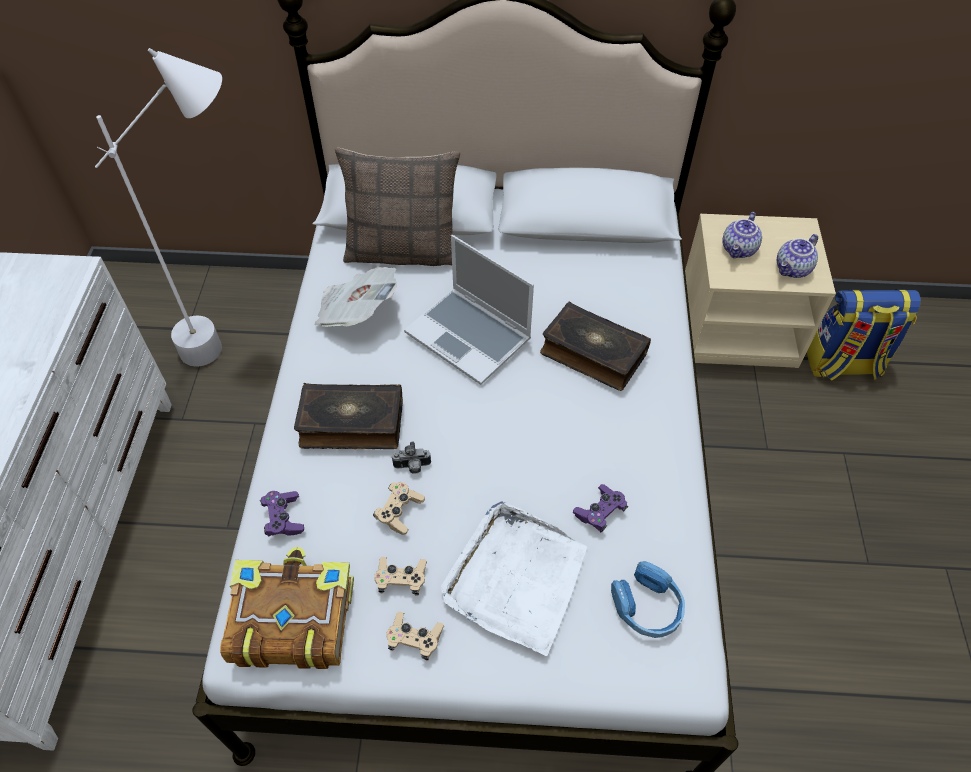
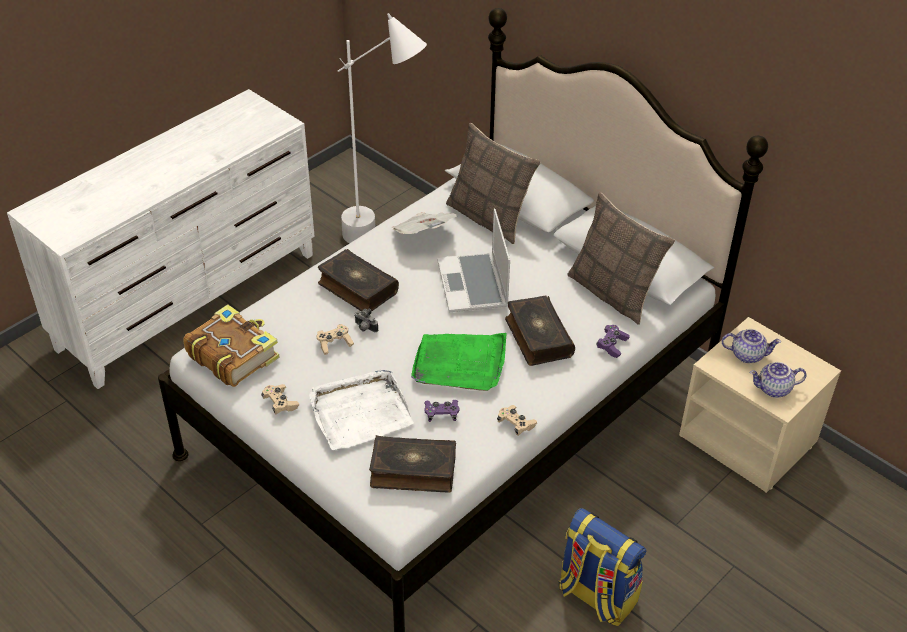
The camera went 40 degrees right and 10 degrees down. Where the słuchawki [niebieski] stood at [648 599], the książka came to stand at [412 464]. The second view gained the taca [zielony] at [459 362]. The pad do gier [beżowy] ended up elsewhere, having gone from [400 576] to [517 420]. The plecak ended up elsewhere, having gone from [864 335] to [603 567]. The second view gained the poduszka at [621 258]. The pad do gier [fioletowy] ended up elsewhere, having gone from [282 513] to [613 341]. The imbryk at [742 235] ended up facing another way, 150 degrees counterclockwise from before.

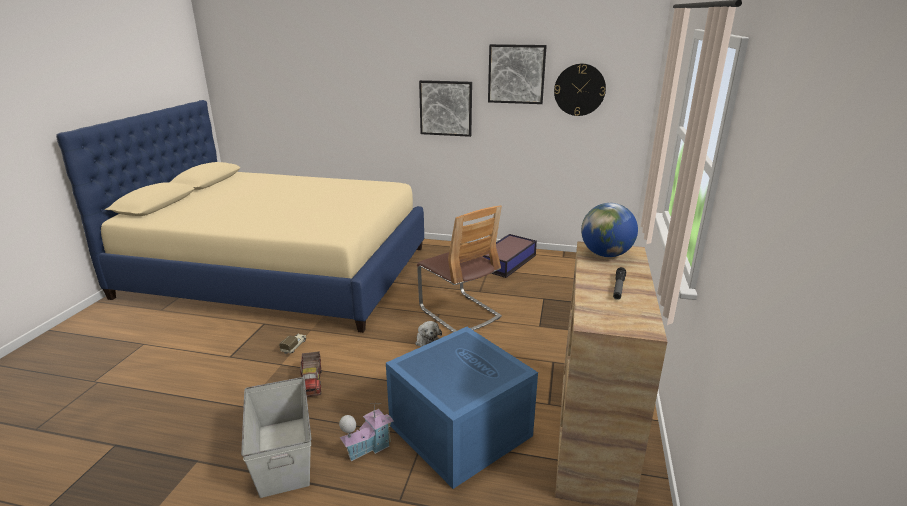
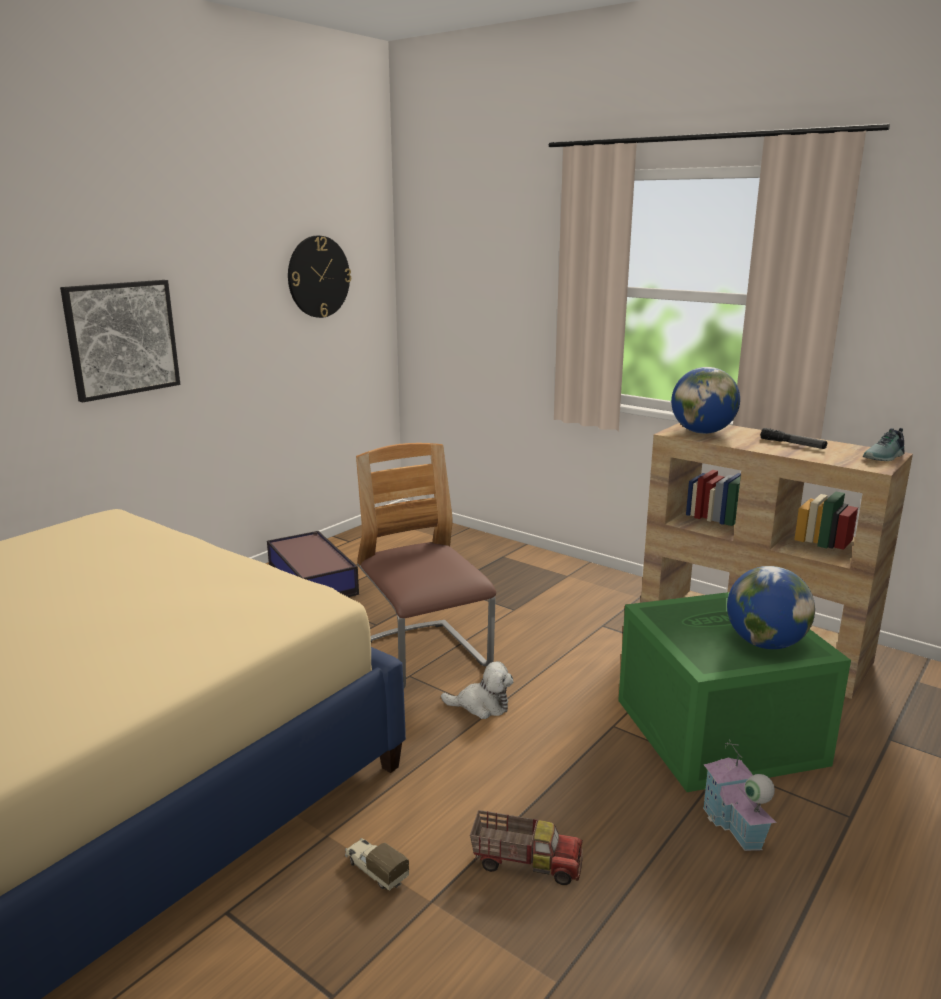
The camera went 65 degrees left and 5 degrees down. The krzesło at [459 268] ended up facing another way, 105 degrees counterclockwise from before. What was the pojemnik do przechowywania [niebieski] at [462 408] turned into the pojemnik do przechowywania [zielony] at [734 692]. The second view gained the globus at [771 607]. The second view gained the but at [883 444]. The second view lost the pojemnik do przechowywania [szary] at [276 437]. The second view lost the obraz at [517 74].

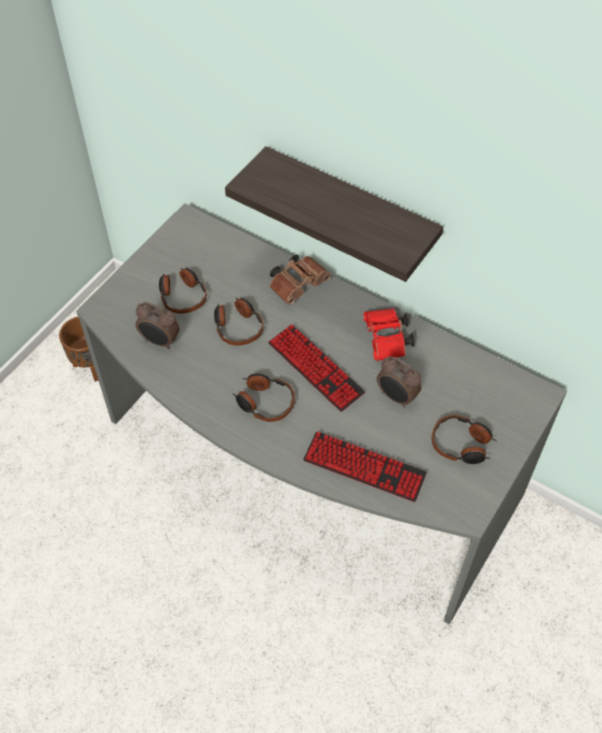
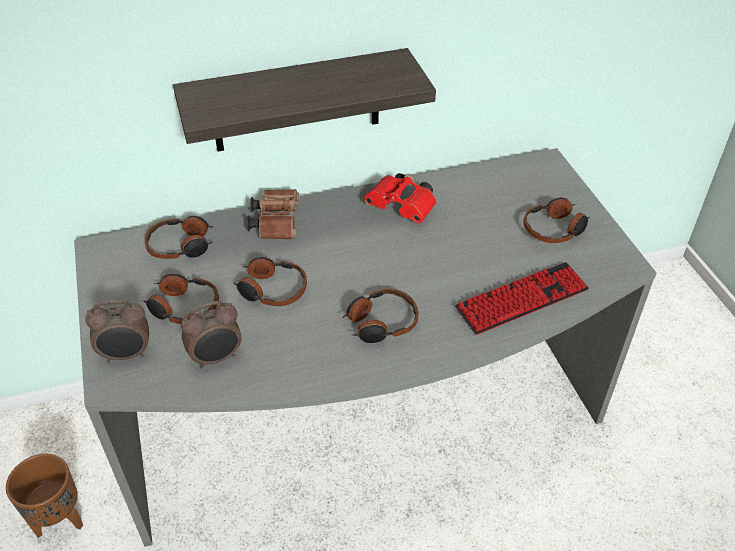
The camera went 50 degrees left and 10 degrees down. The budzik ended up elsewhere, having gone from [399 382] to [117 331]. The second view gained the słuchawki at [179 237]. The second view lost the klawiatura at [316 368].

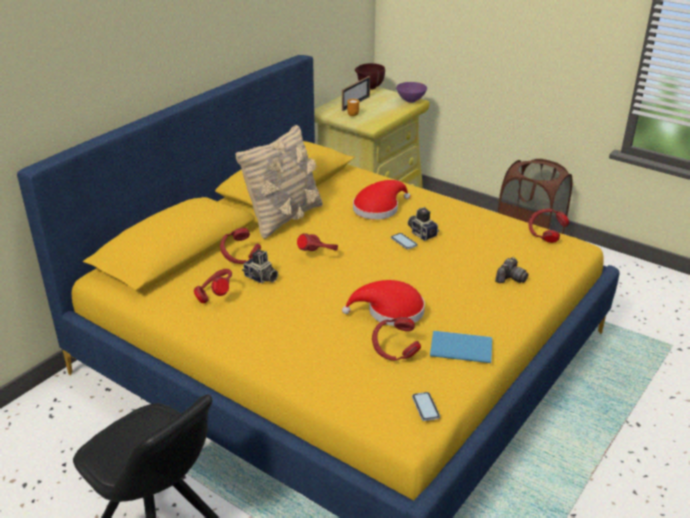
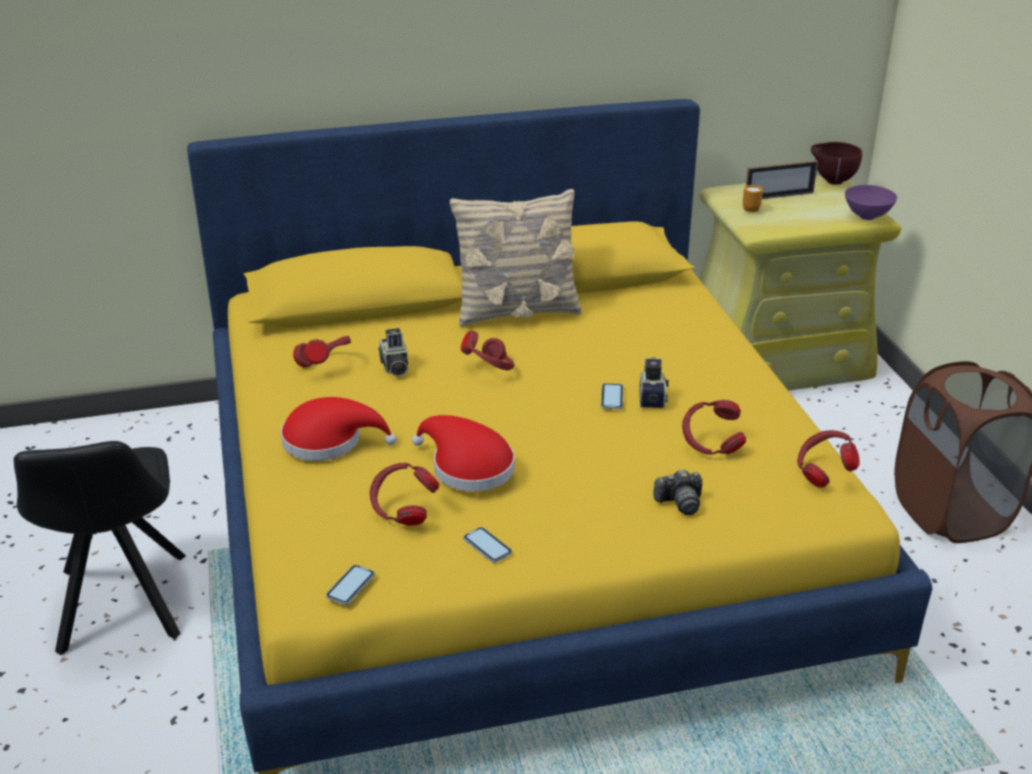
The camera went 40 degrees right and 0 degrees up. The kapelusz [czerwony] ended up elsewhere, having gone from [381 200] to [339 429]. Where the książka [niebieski] stood at [461 347], the telefon came to stand at [487 545]. The słuchawki [czerwony] ended up elsewhere, having gone from [240 246] to [714 427].

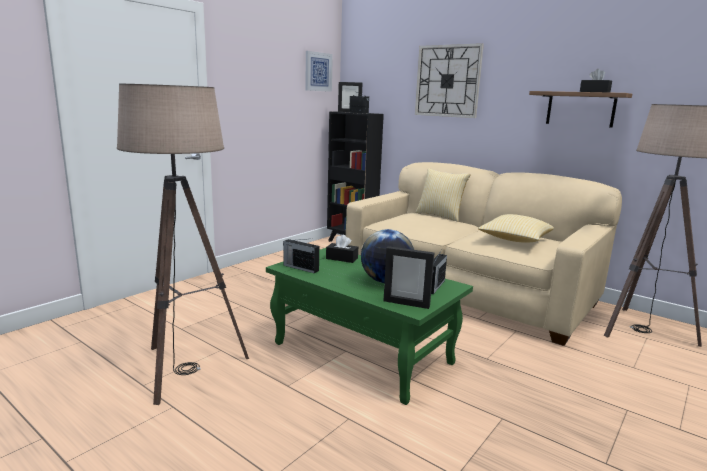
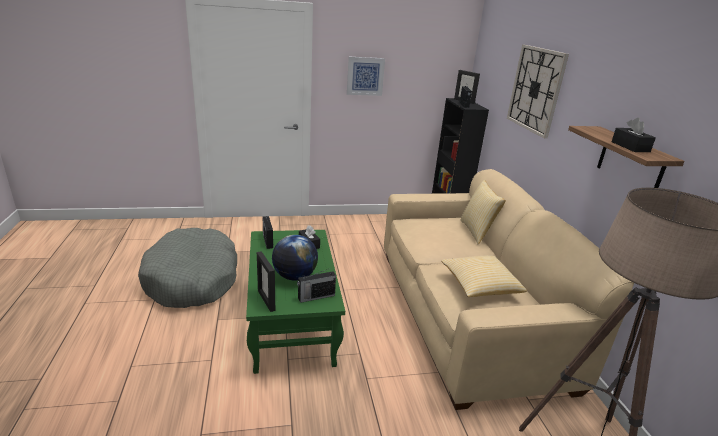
The camera went 40 degrees right and 10 degrees up. Where the lampa stojąca stood at [183 244], the legowisko [szary] came to stand at [187 268]. The obraz ended up elsewhere, having gone from [319 71] to [366 76].

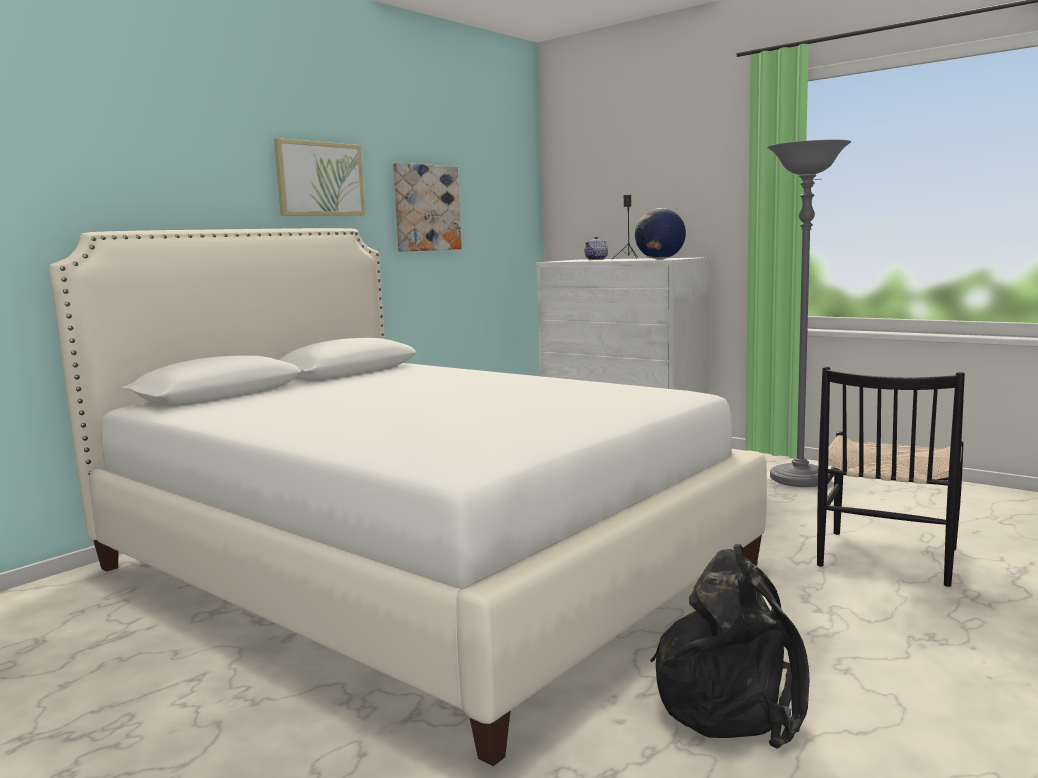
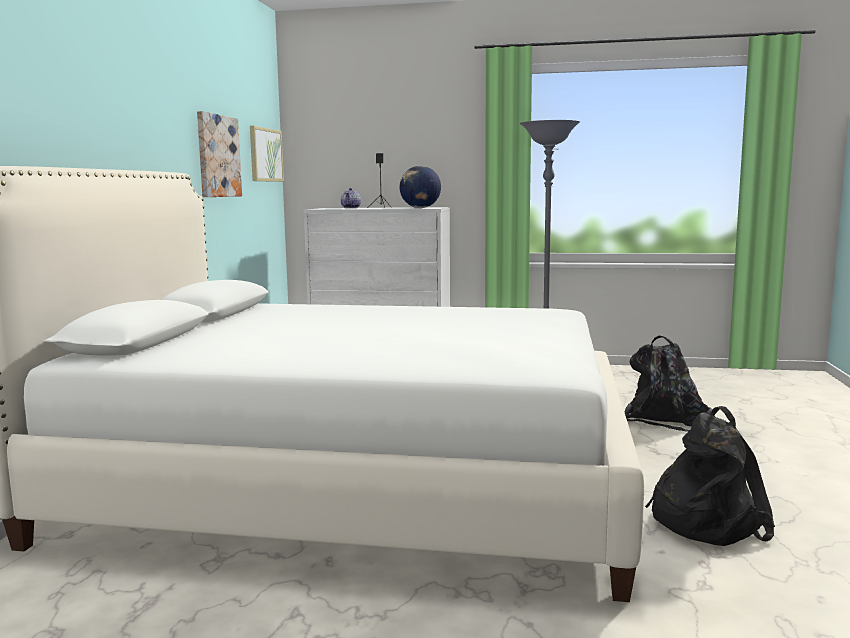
The camera went 30 degrees left and 0 degrees up. The obraz ended up elsewhere, having gone from [319 177] to [267 154]. Where the krzesło [czarny] stood at [891 477], the plecak [czarny] came to stand at [669 384].

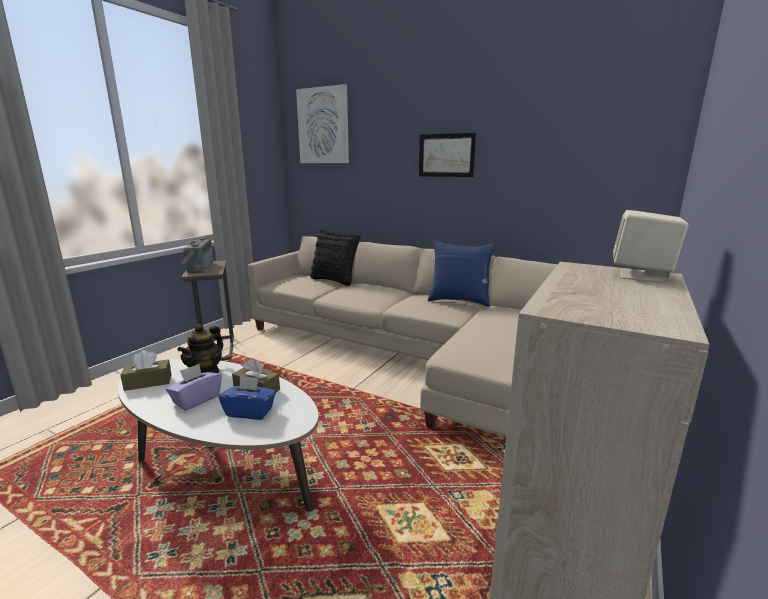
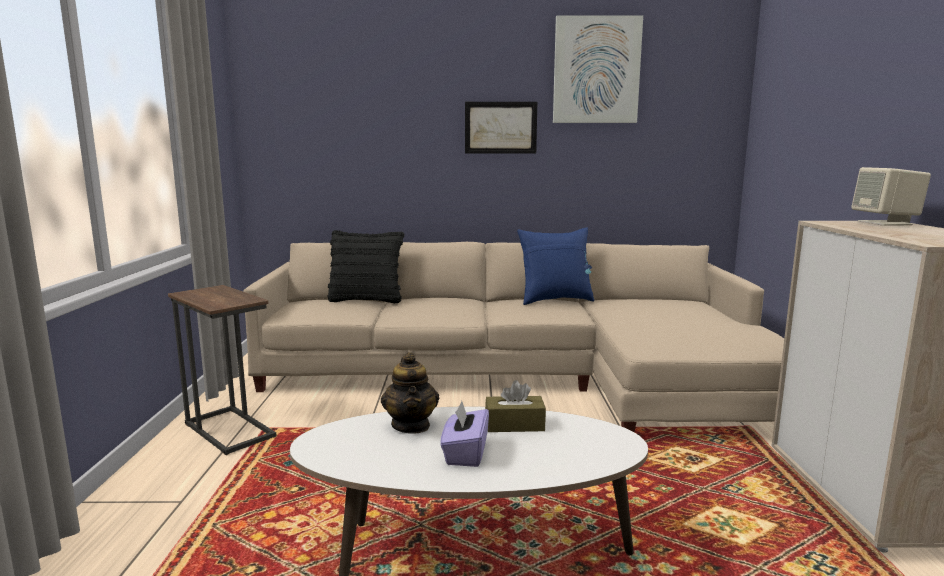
The camera went 30 degrees left and 5 degrees down. The obraz ended up elsewhere, having gone from [322 123] to [598 69]. The second view lost the pudełko chusteczek [brązowy] at [145 370]. The second view lost the radio at [197 255]. The second view lost the pudełko chusteczek [niebieski] at [247 398].

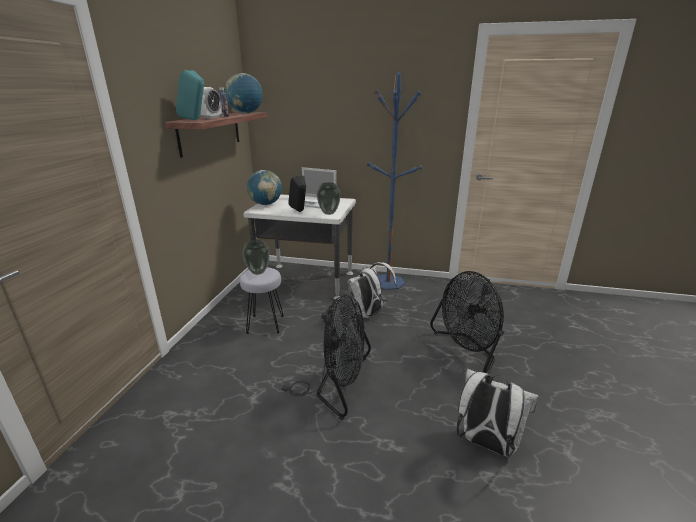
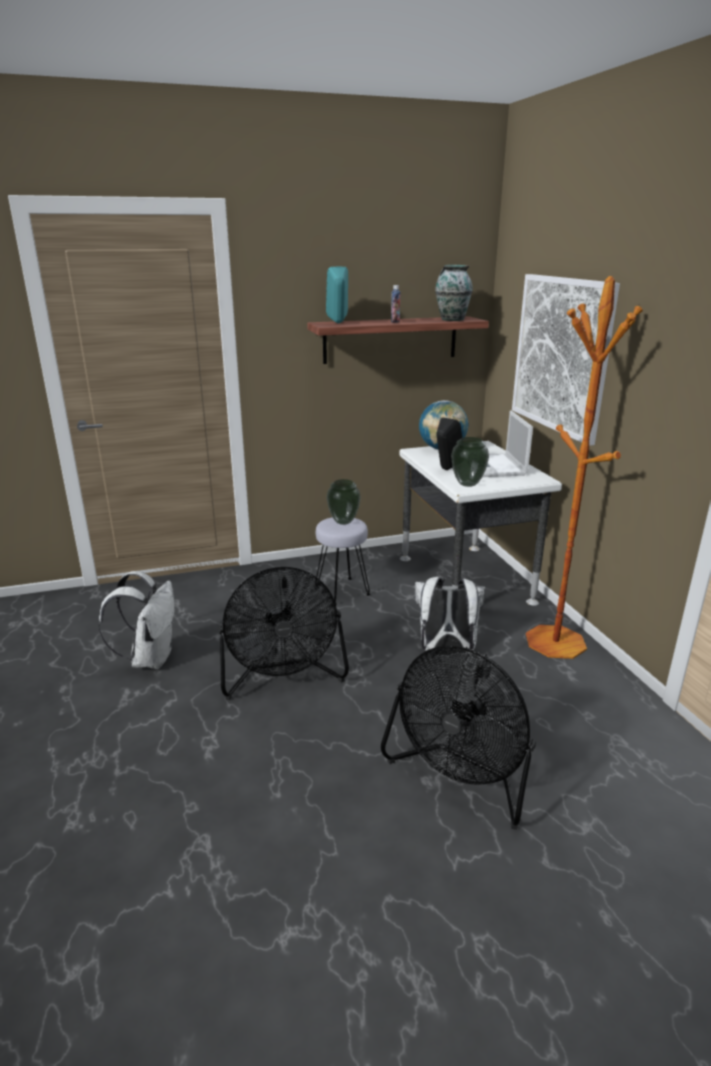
The camera went 60 degrees right and 0 degrees up. The plecak [biały] ended up elsewhere, having gone from [497 413] to [137 620]. The wentylator [czarny] at [467 322] ended up facing another way, 90 degrees counterclockwise from before. Where the globus stood at [244 93], the wazon came to stand at [454 293]. The second view gained the obraz at [566 360]. What was the wieszak [niebieski] at [394 181] turned into the wieszak [pomarańczowy] at [584 467]. The second view lost the budzik at [211 103].

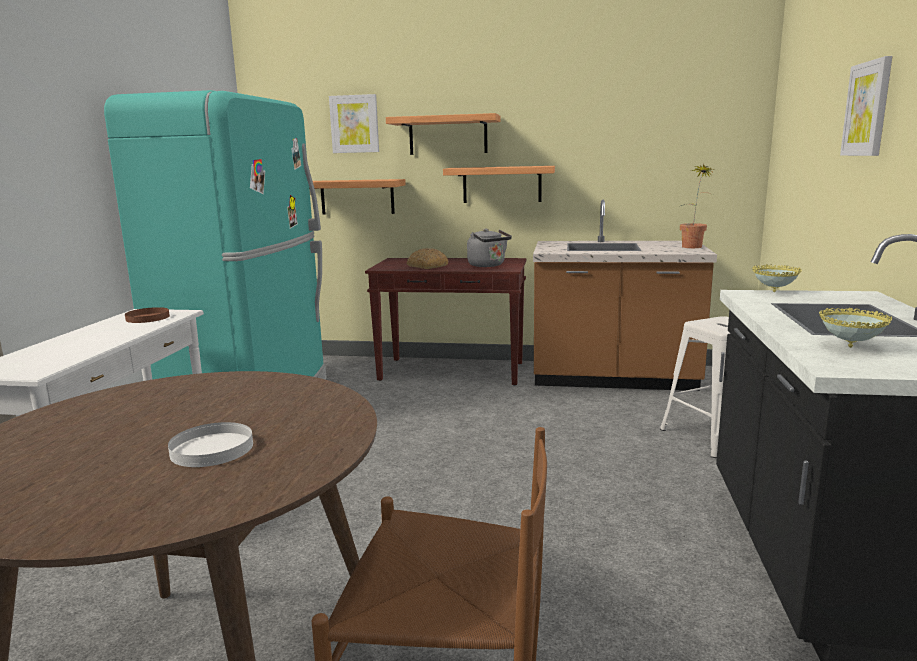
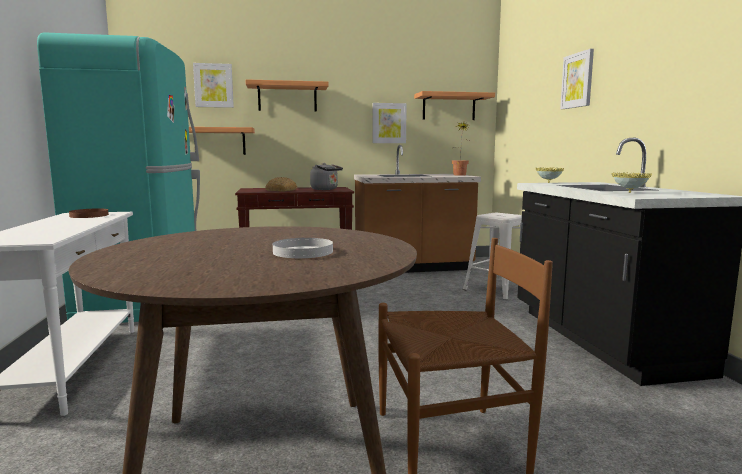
The camera went 20 degrees left and 5 degrees down. The second view gained the obraz at [390 123]. The półka ended up elsewhere, having gone from [499 184] to [454 105].

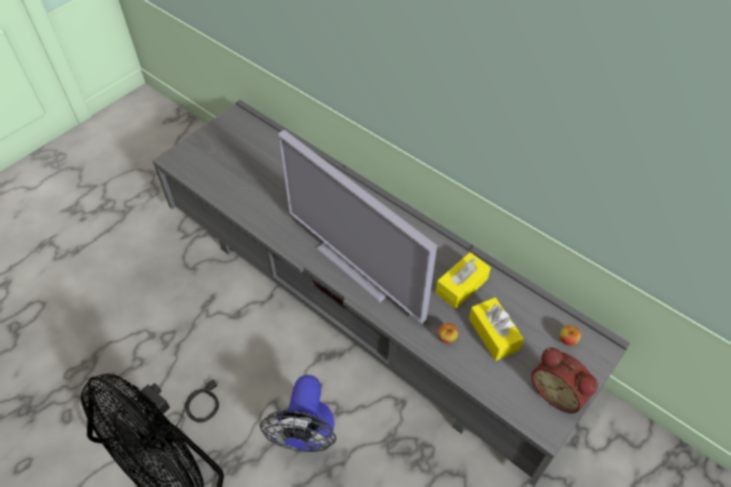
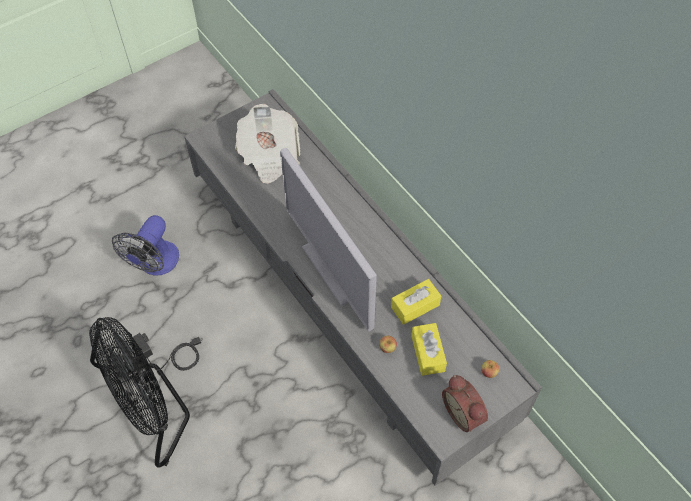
The camera went 15 degrees right and 5 degrees up. The wentylator ended up elsewhere, having gone from [298 413] to [145 245]. The second view gained the gazeta at [267 144].

